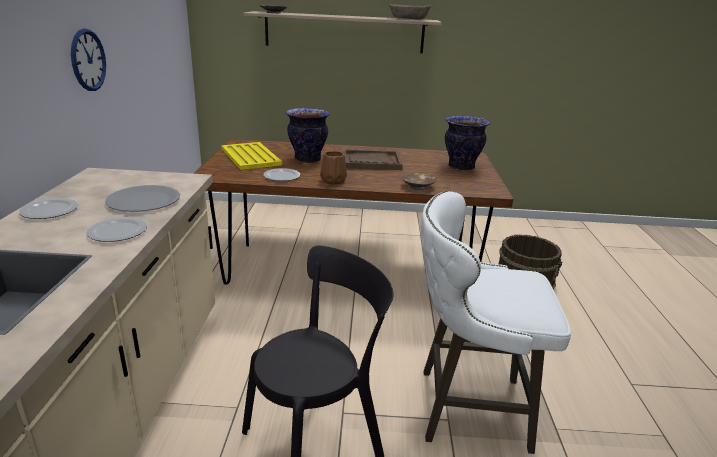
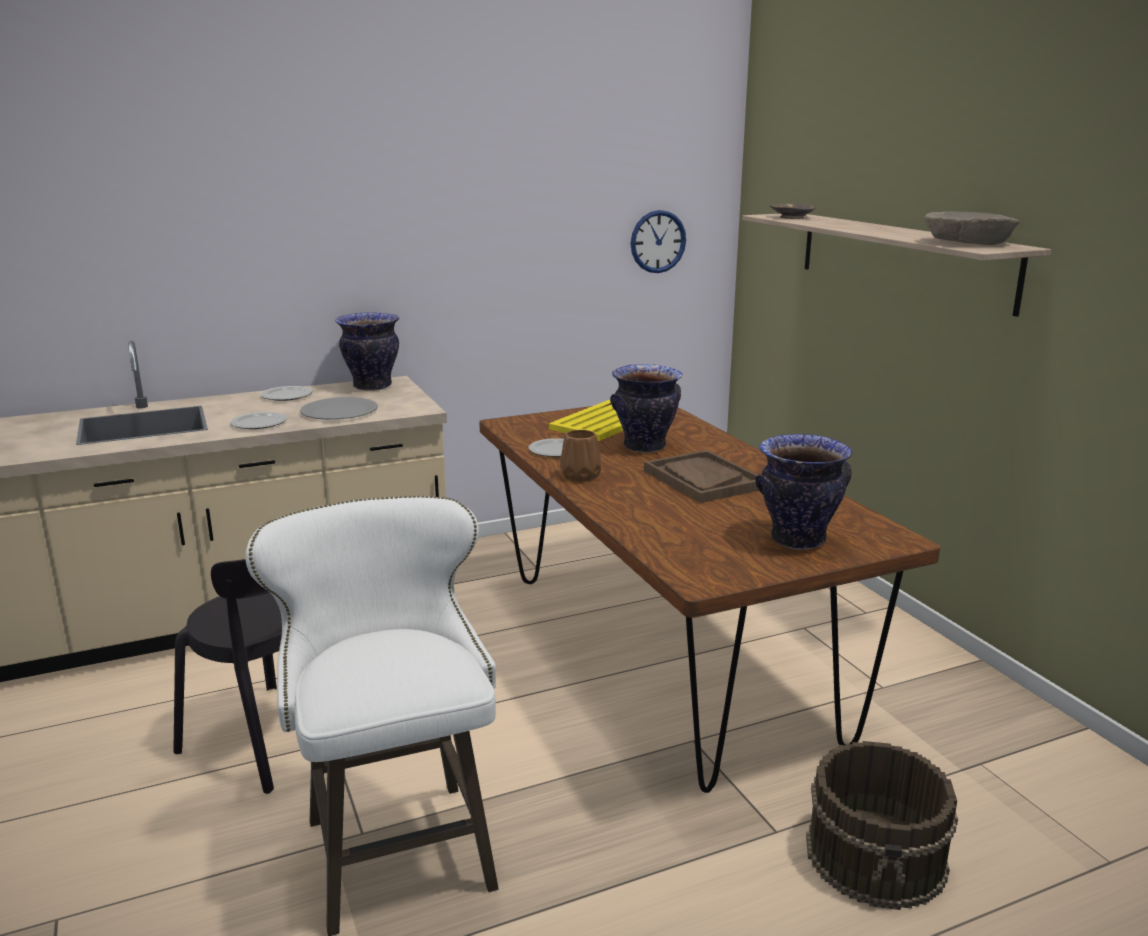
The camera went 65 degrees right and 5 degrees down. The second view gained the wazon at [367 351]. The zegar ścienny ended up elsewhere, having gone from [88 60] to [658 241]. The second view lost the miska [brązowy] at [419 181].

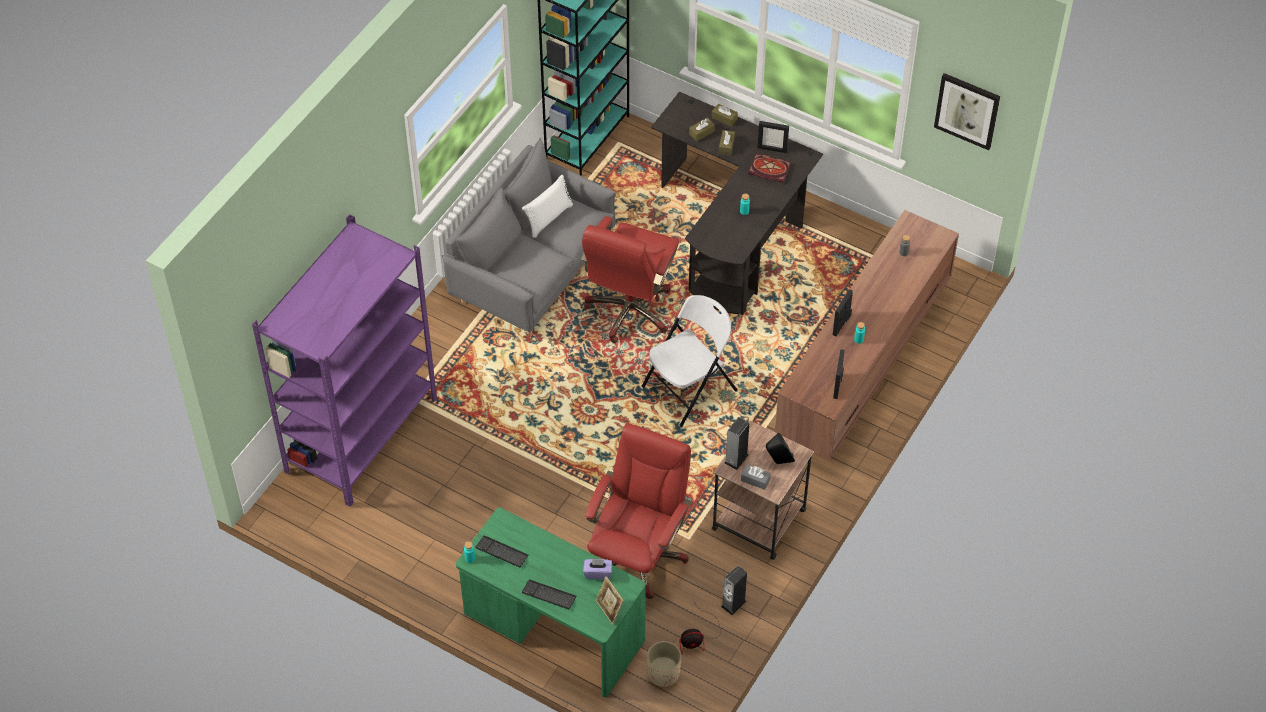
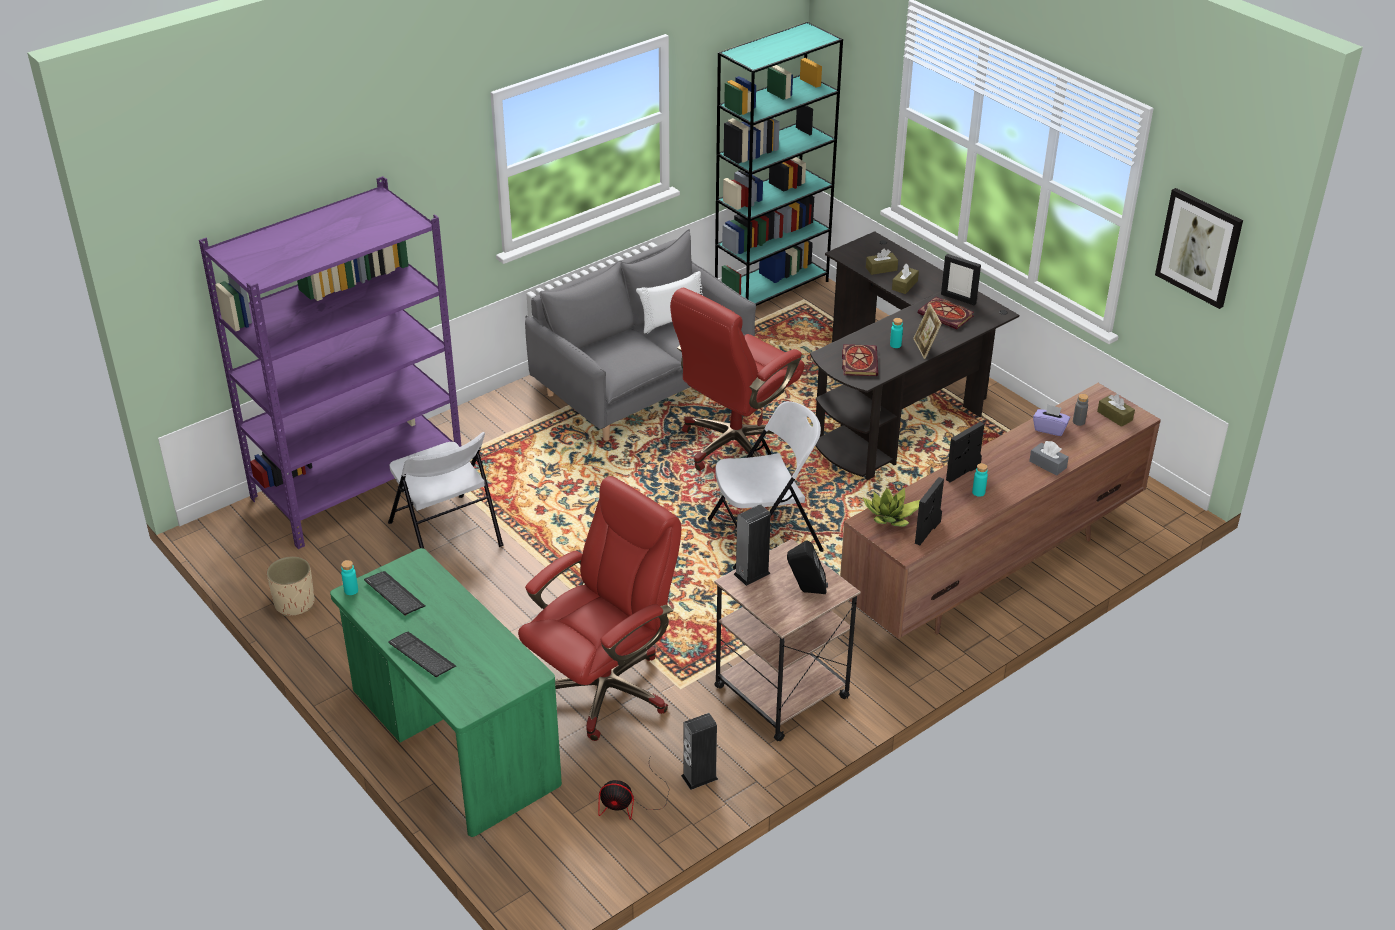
The camera went 20 degrees right and 15 degrees down. The donica [beżowy] ended up elsewhere, having gone from [664 664] to [291 586]. The second view gained the krzesło [biały] at [446 490]. The second view gained the książka at [860 360]. The second view gained the roślina doniczkowa at [891 507]. The ramka na zdjęcie ended up elsewhere, having gone from [610 600] to [927 331]. The pudełko chusteczek [szary] ended up elsewhere, having gone from [756 477] to [1049 458]. The pudełko chusteczek [fioletowy] ended up elsewhere, having gone from [597 569] to [1051 420]. The pudełko chusteczek [brązowy] ended up elsewhere, having gone from [725 115] to [1116 410].

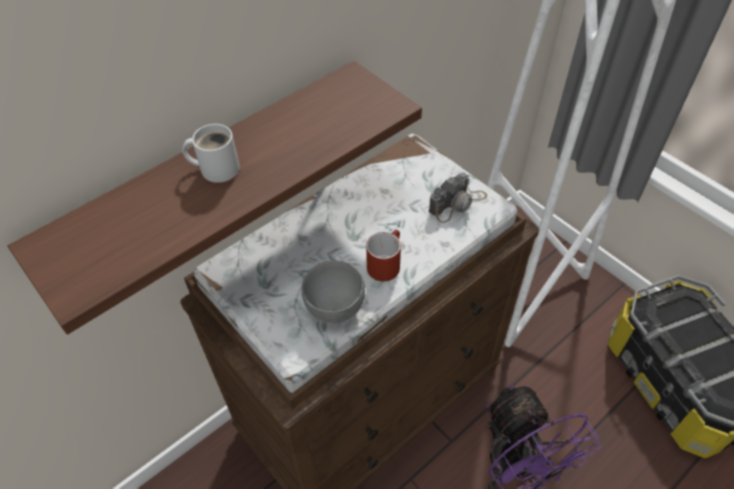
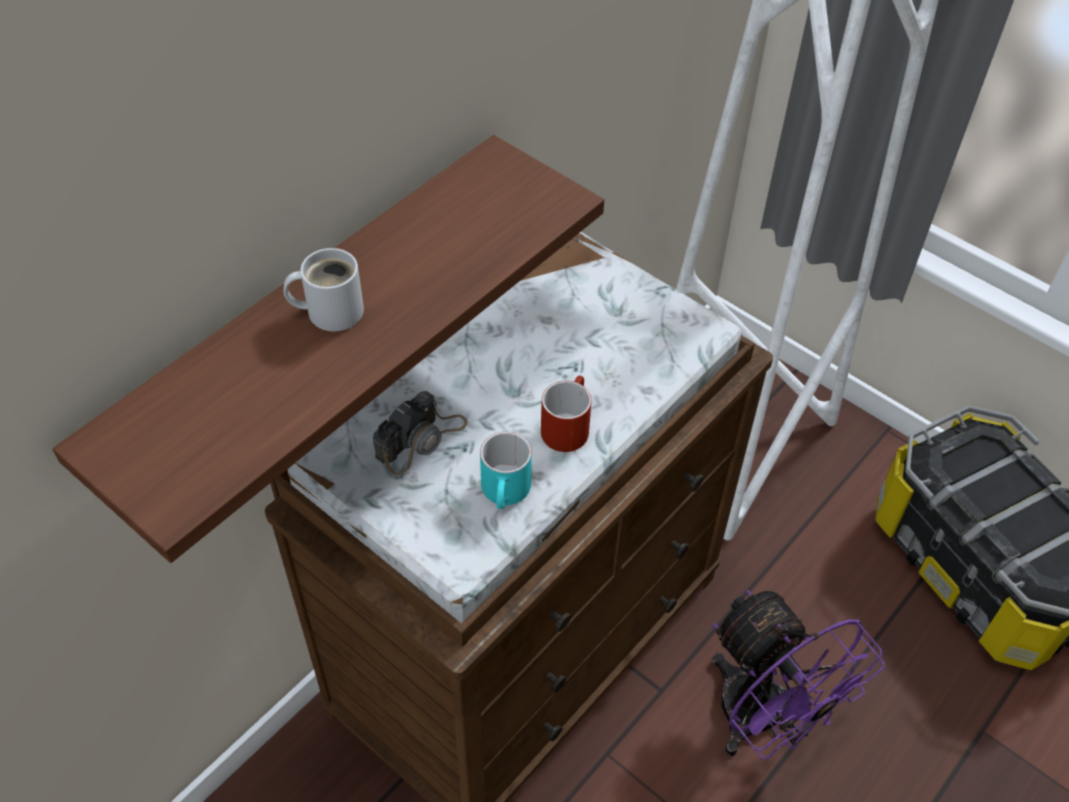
The camera went 10 degrees left and 0 degrees up. The aparat fotograficzny ended up elsewhere, having gone from [458 198] to [420 433]. Where the miska [szary] stood at [333 292], the kubek [turkusowy] came to stand at [506 470].

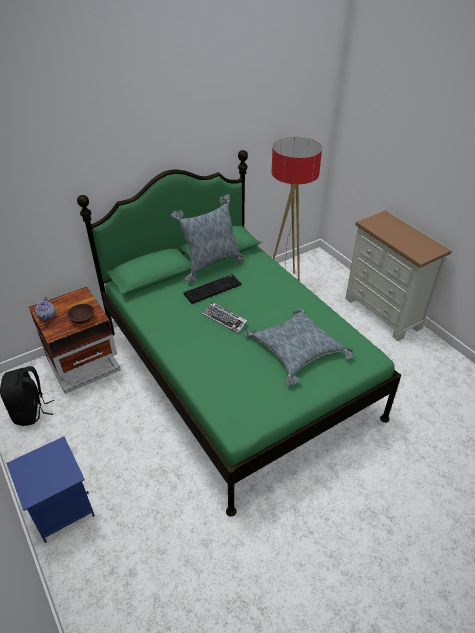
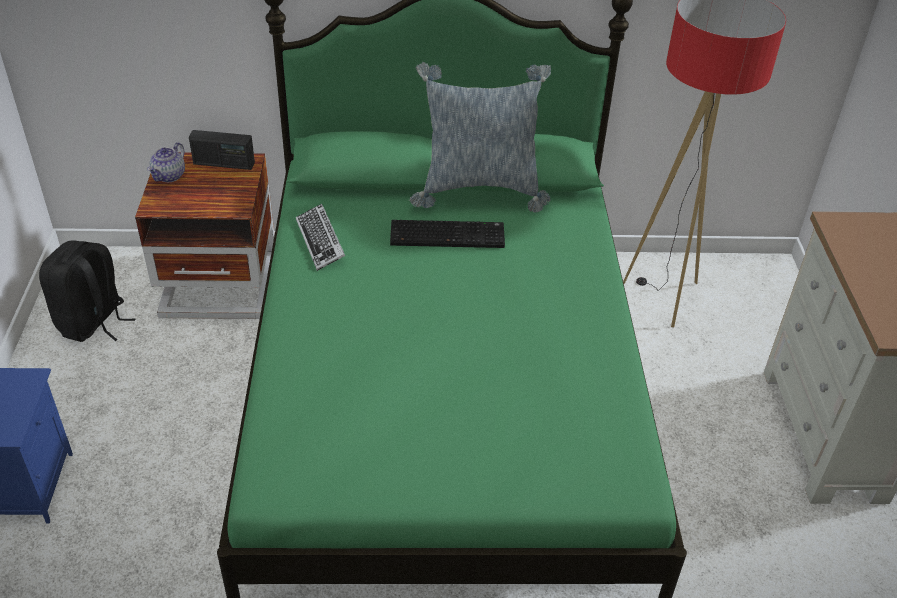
The camera went 30 degrees right and 0 degrees up. The second view gained the radio at [222 150]. The klawiatura ended up elsewhere, having gone from [225 318] to [320 237]. The second view lost the miska [brązowy] at [81 314]. The second view lost the poduszka at [299 346].

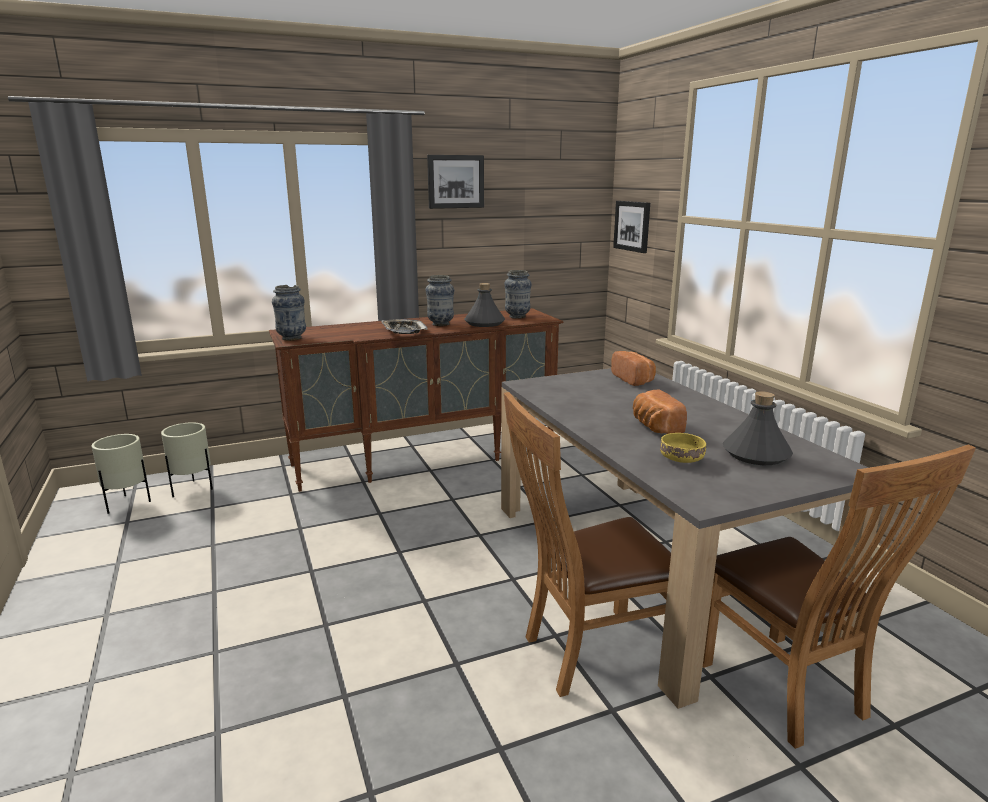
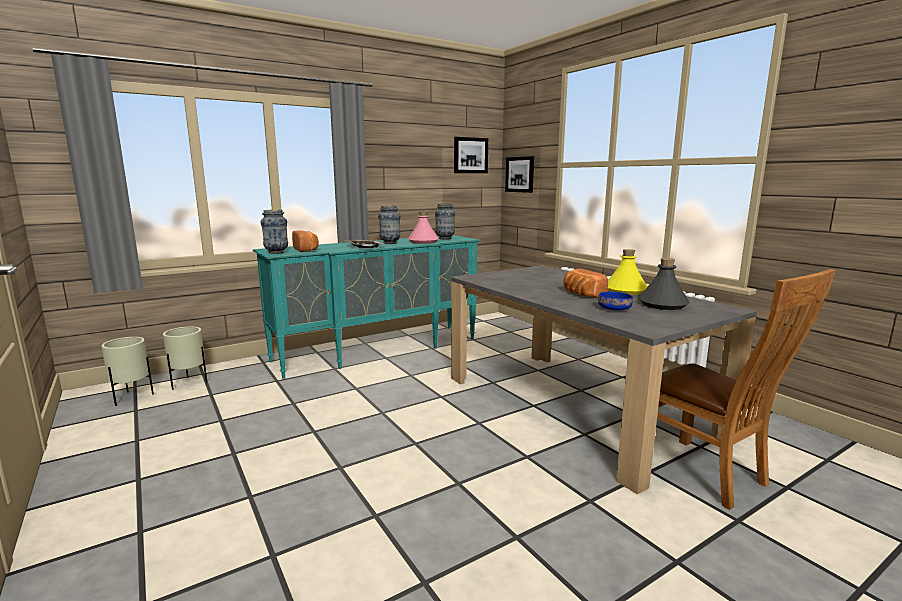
The camera went 10 degrees left and 5 degrees down. What was the szafka [brązowy] at [416 400] turned into the szafka [turkusowy] at [367 307]. The chleb ended up elsewhere, having gone from [633 368] to [305 241]. What was the butelka [szary] at [485 305] turned into the butelka [różowy] at [423 227]. The obraz ended up elsewhere, having gone from [455 182] to [471 155]. What was the miska [żółty] at [683 448] turned into the miska [niebieski] at [615 301]. The second view gained the butelka [żółty] at [628 272]. The second view lost the krzesło [brązowy] at [587 544].

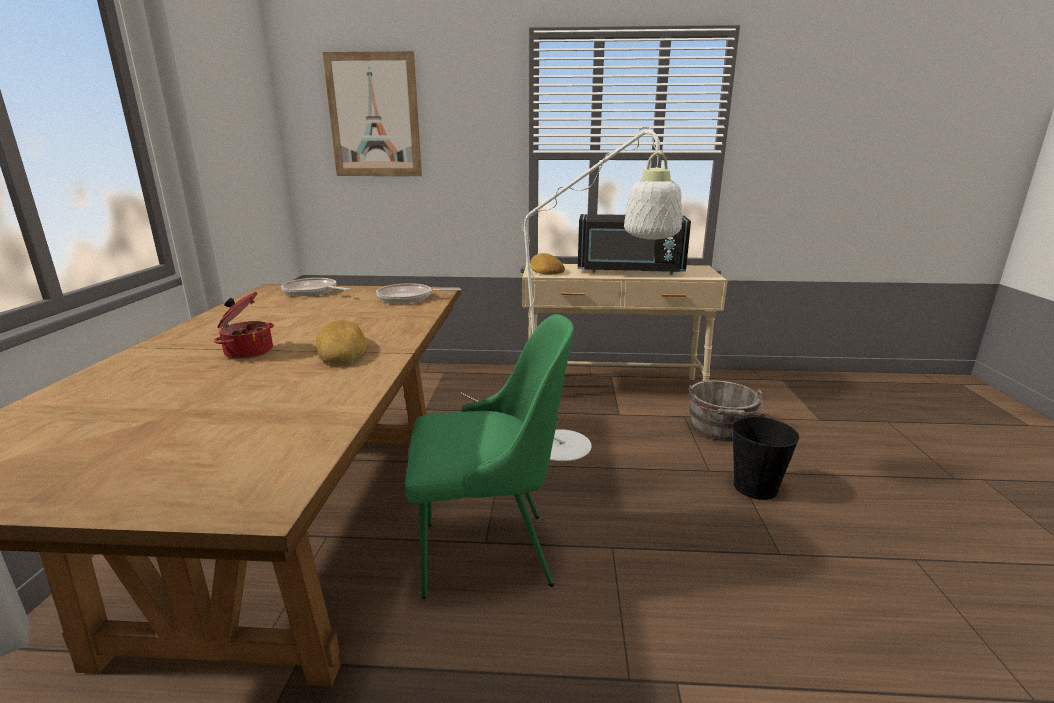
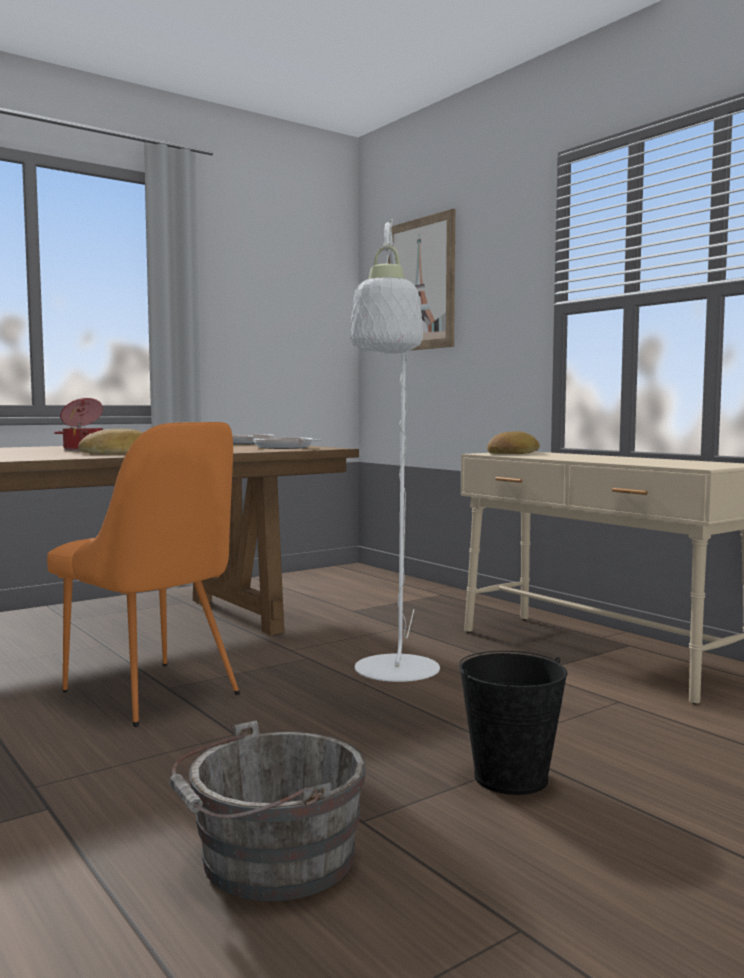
The camera went 50 degrees right and 15 degrees down. What was the krzesło [zielony] at [489 456] turned into the krzesło [pomarańczowy] at [143 574]. The wiadro [szary] ended up elsewhere, having gone from [726 411] to [267 810]. The second view lost the mikrofalówka [czarny] at [634 244].

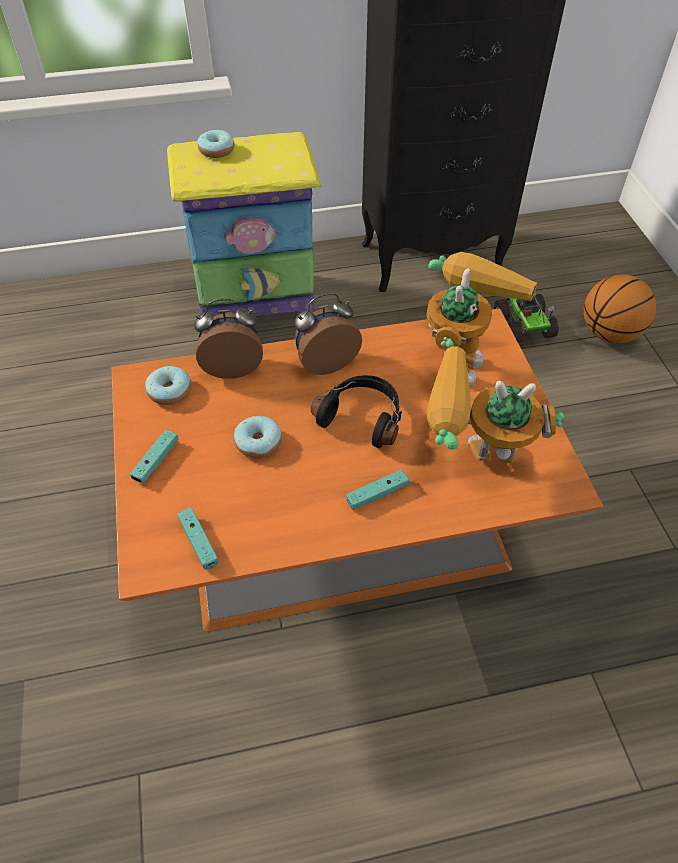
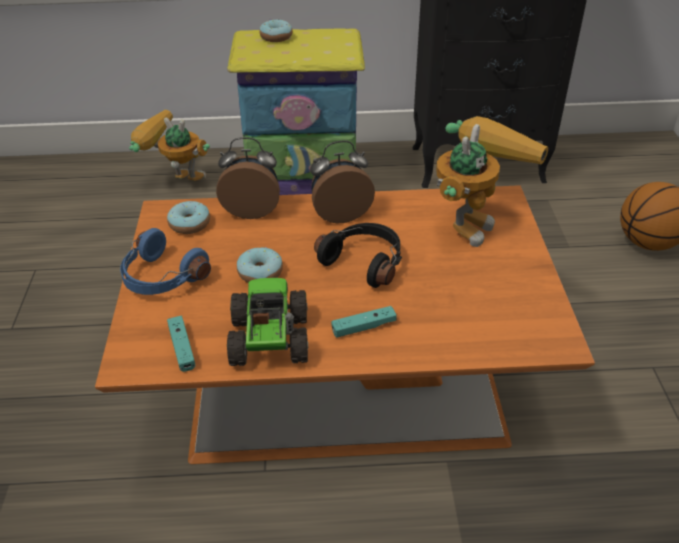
The camera went 10 degrees right and 10 degrees down. Where the pad do gier [turkusowy] stood at [154 456], the słuchawki [niebieski] came to stand at [165 261]. The robot zabawkowy ended up elsewhere, having gone from [495 405] to [169 145]. The ciężarówka zabawkowa ended up elsewhere, having gone from [526 318] to [267 322].

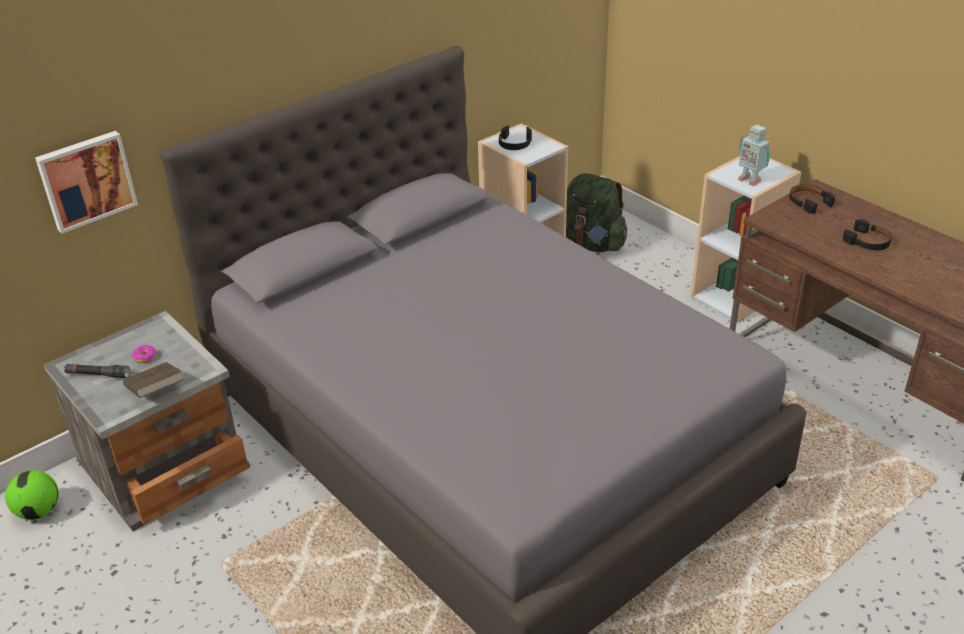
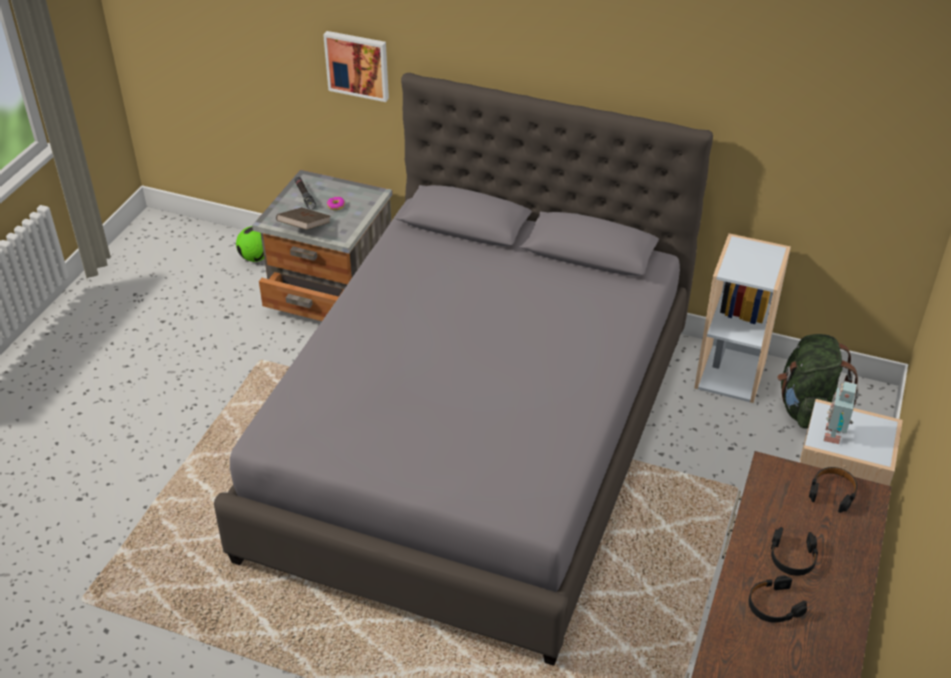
The camera went 60 degrees right and 5 degrees up. The słuchawki [czarny] ended up elsewhere, having gone from [515 137] to [777 599].

